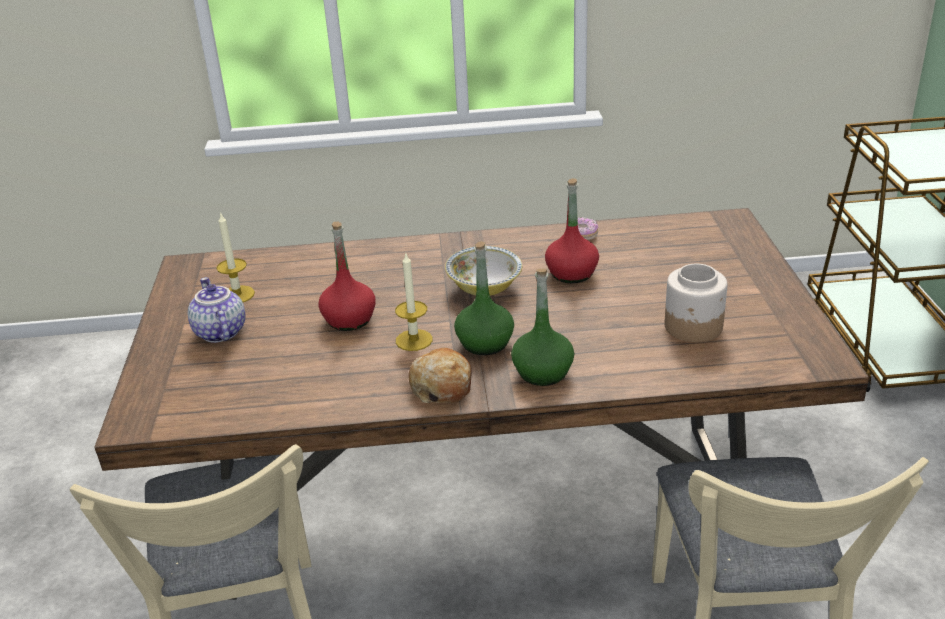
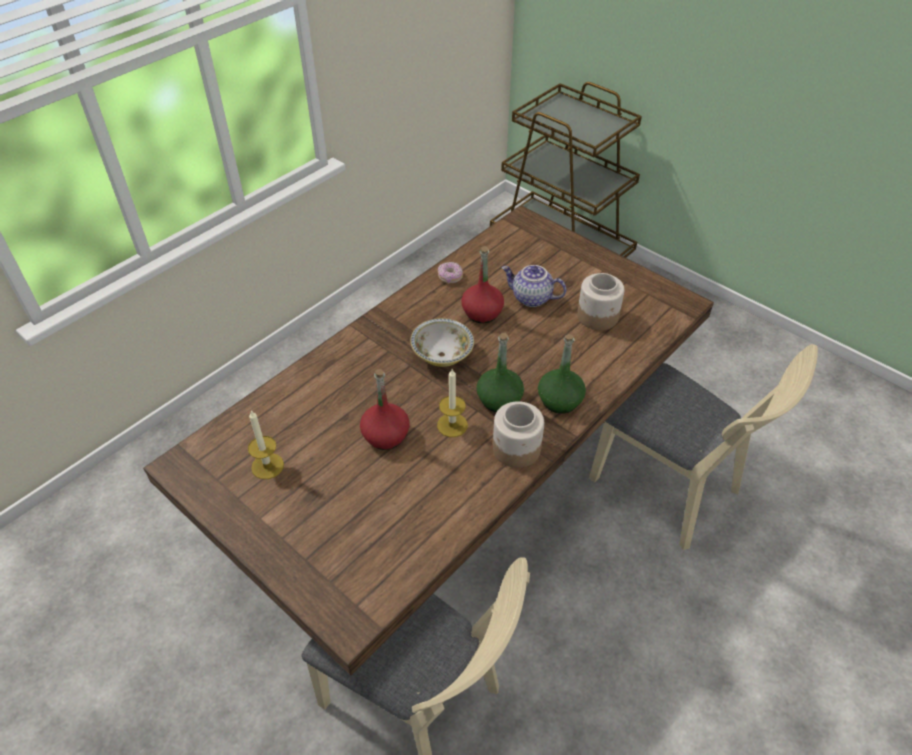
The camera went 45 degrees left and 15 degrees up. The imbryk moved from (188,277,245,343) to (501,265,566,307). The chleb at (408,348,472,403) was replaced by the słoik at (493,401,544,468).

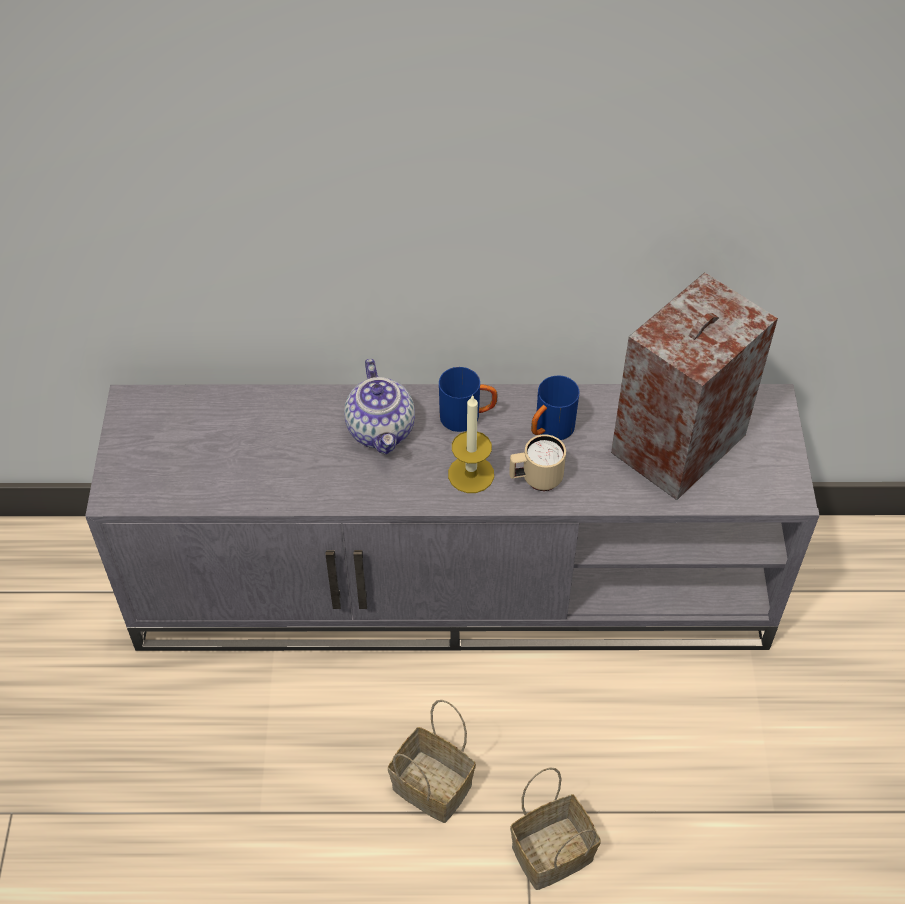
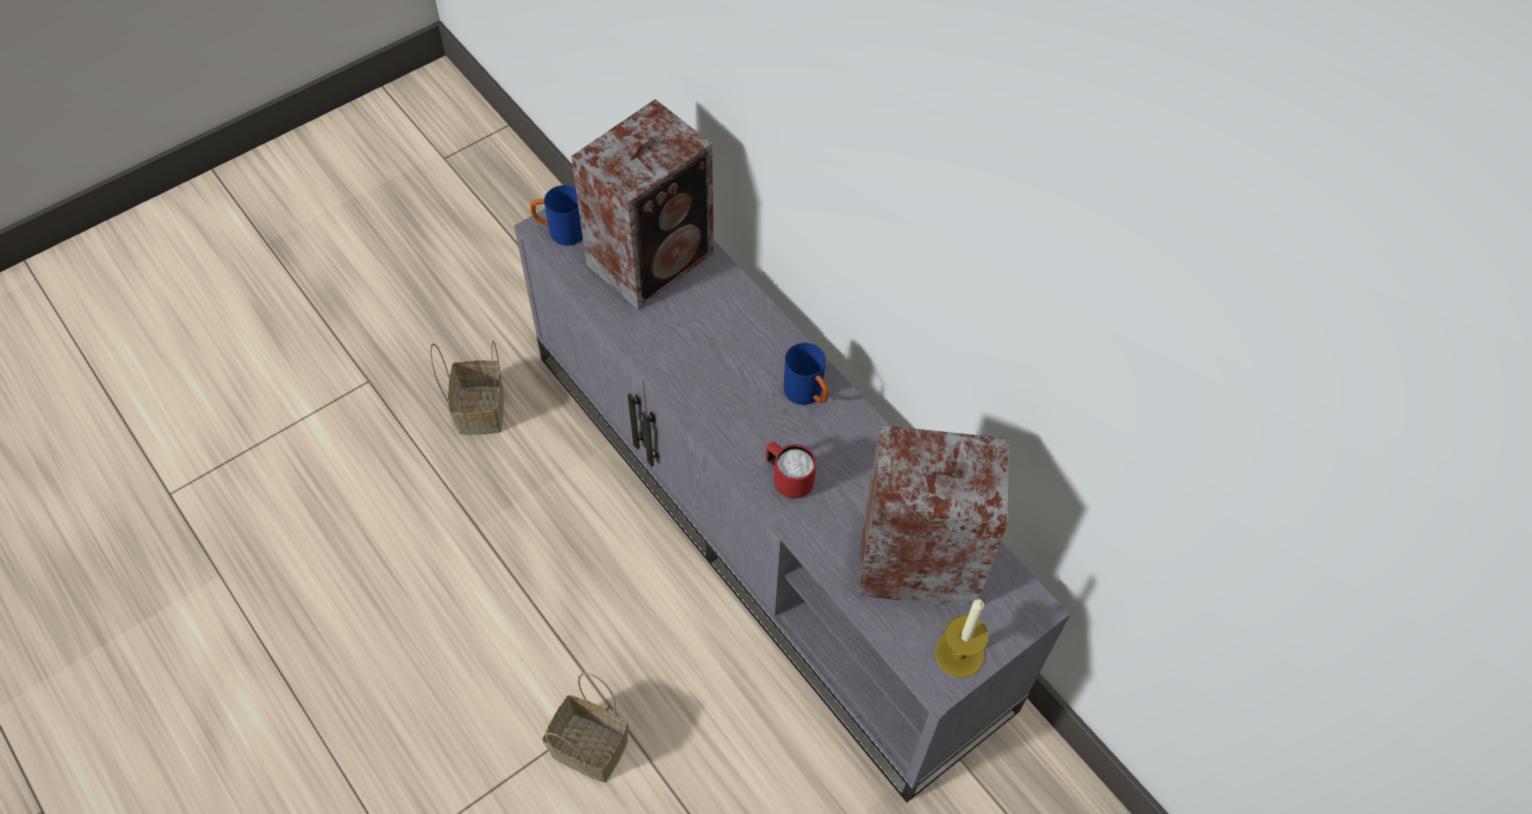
The camera went 50 degrees right and 5 degrees up. The imbryk at (344,359,415,455) disappeared. The koszyk moved from (388,700,476,823) to (430,341,504,435). The świeca moved from (448,395,494,493) to (935,599,988,678). The kubek [beżowy] at (509,434,566,491) became the kubek [czerwony] at (766,442,816,499). The kubek [niebieski] moved from (531,375,579,440) to (530,185,583,246). The głośnik at (571,99,714,310) appeared.

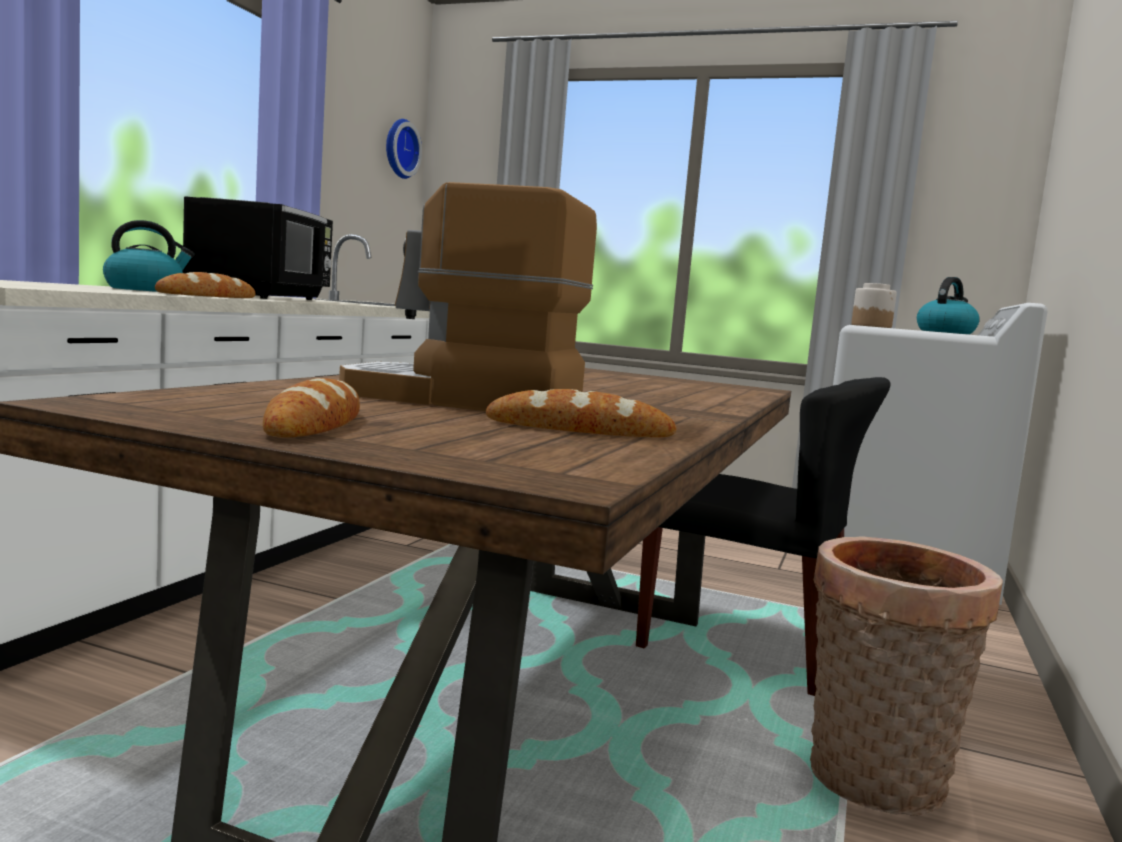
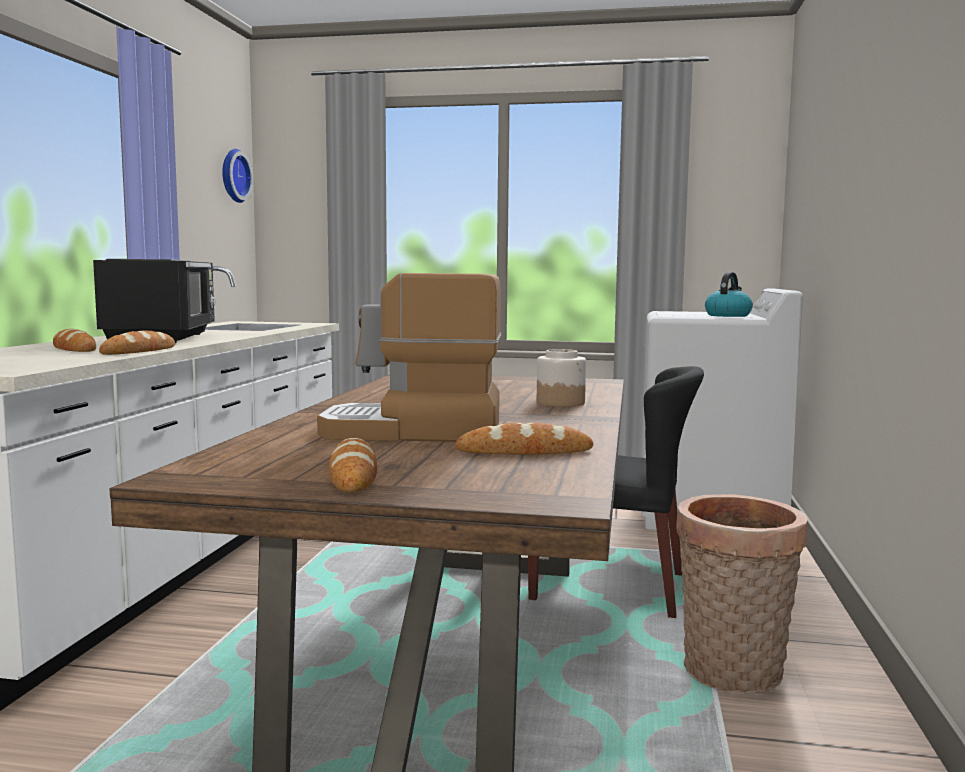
The camera went 10 degrees left and 0 degrees up. The czajnik at (103,220,195,292) was replaced by the chleb at (53,329,96,352). The słoik moved from (851,283,897,328) to (537,349,586,407).

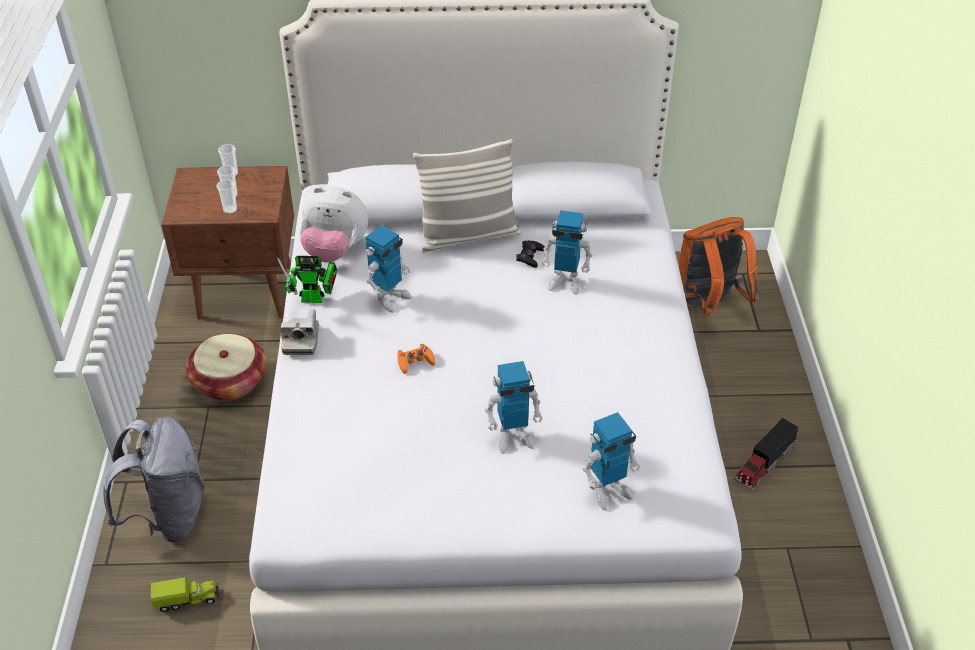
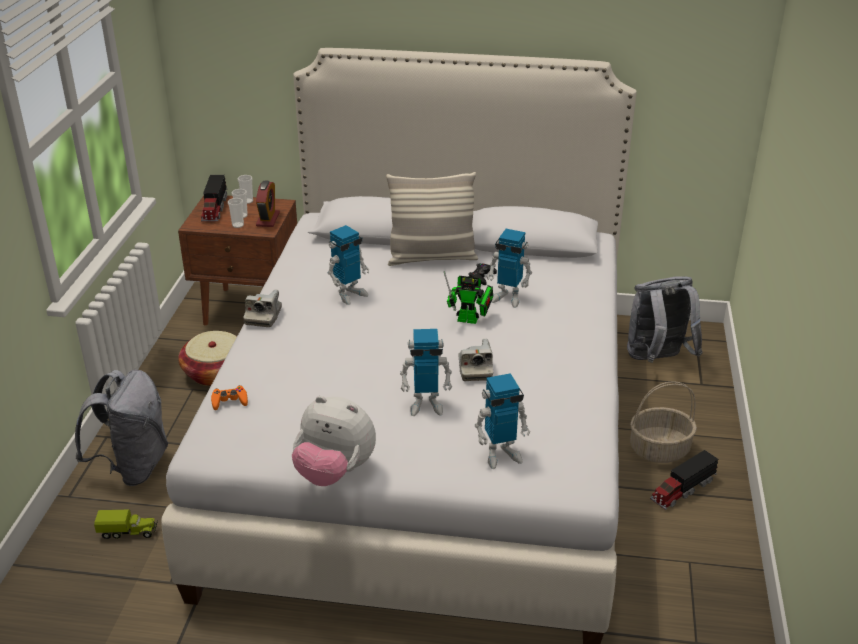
The camera went 10 degrees right and 10 degrees down. The robot zabawkowy moved from (277,256,338,303) to (444,271,493,324). The pluszak moved from (300,186,368,263) to (292,396,376,486). The pad do gier [pomarańczowy] moved from (397,344,435,374) to (211,385,248,410). The plecak [pomarańczowy] at (678,217,759,317) became the plecak [szary] at (627,276,703,363). The ciężarówka zabawkowa at (201,175,227,222) appeared. The budzik at (256,181,280,227) appeared. The aparat fotograficzny at (459,339,493,381) appeared. The koszyk at (630,381,697,463) appeared.

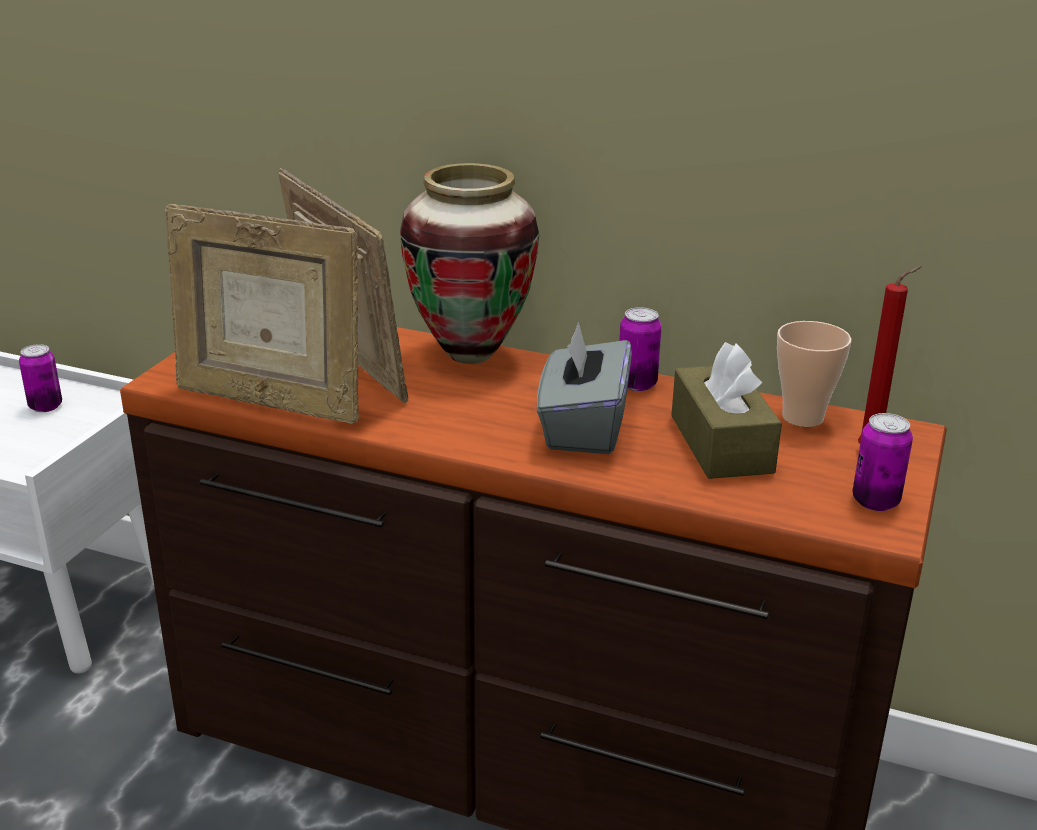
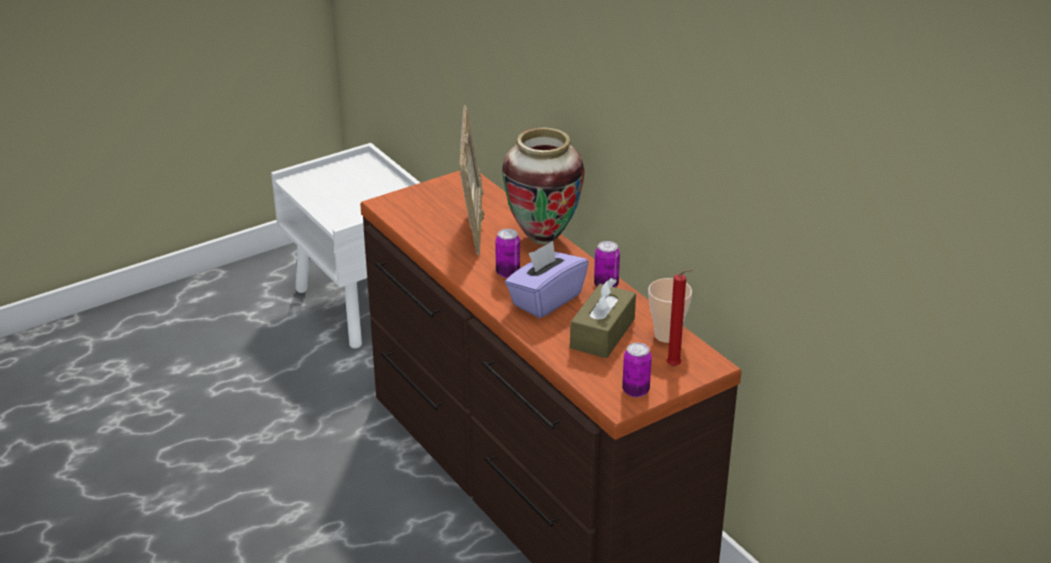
The camera went 35 degrees right and 5 degrees up. The puszka moved from (19,344,62,412) to (495,229,520,278). The ramka na zdjęcie at (165,204,359,423) disappeared. The pudełko chusteczek [szary] at (537,322,632,454) became the pudełko chusteczek [fioletowy] at (505,241,589,318).

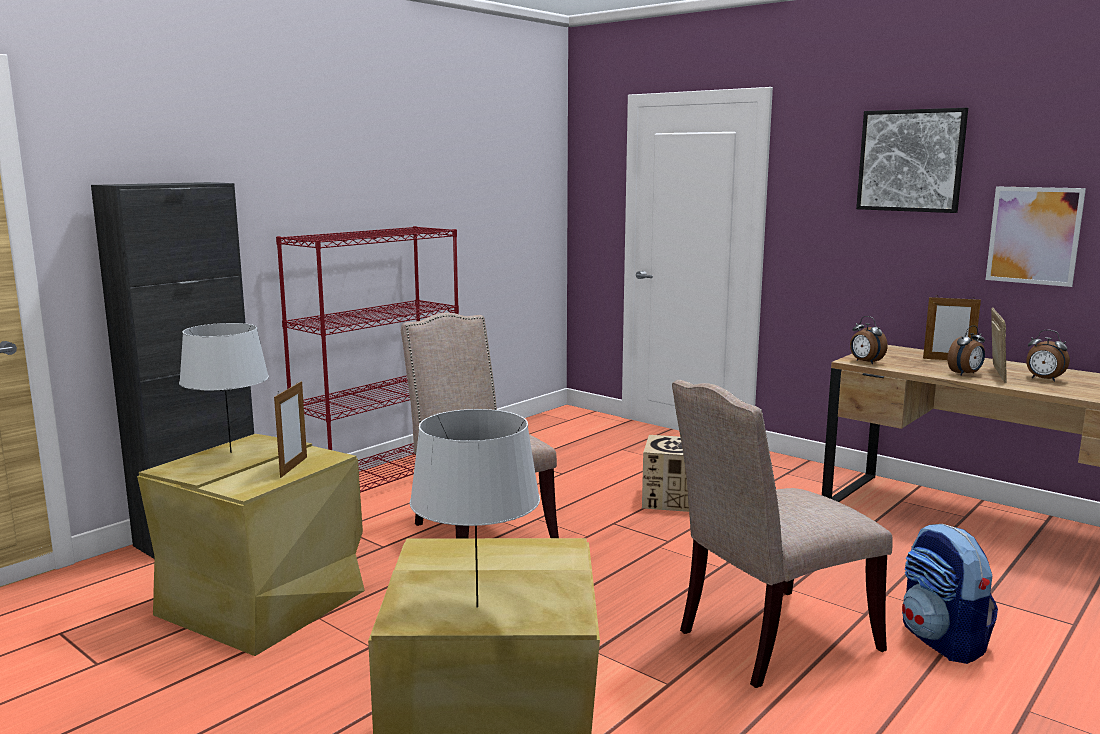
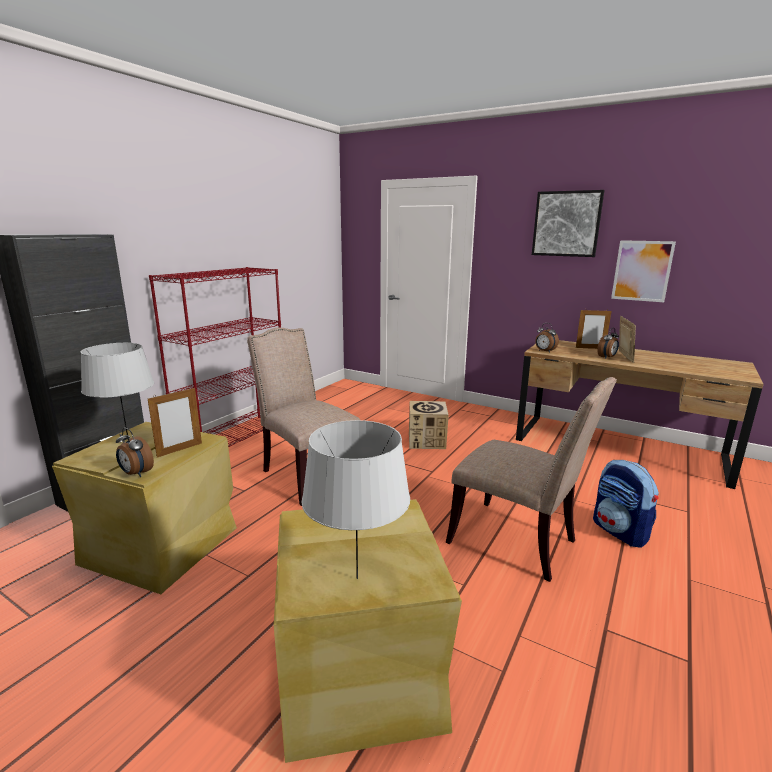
The camera went 10 degrees left and 5 degrees up. The ramka na zdjęcie at (274,381,307,478) turned 45 degrees clockwise. The krzesło [beżowy] at (672,380,893,688) turned 105 degrees counterclockwise. The budzik moved from (1026,330,1070,382) to (116,428,154,477).

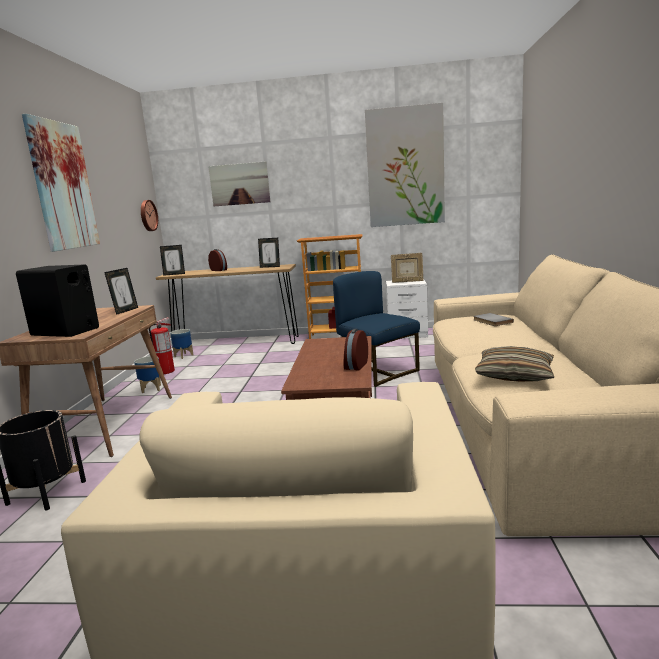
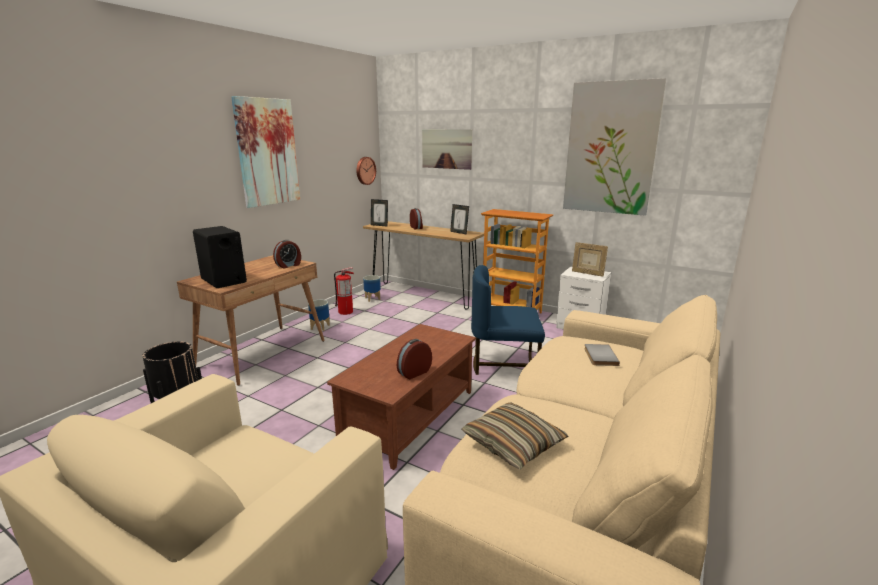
The camera went 25 degrees right and 5 degrees up. The ramka na zdjęcie at (104,268,138,315) was replaced by the budzik at (273,240,301,268). The krzesło [niebieski] at (333,271,420,387) turned 75 degrees counterclockwise.

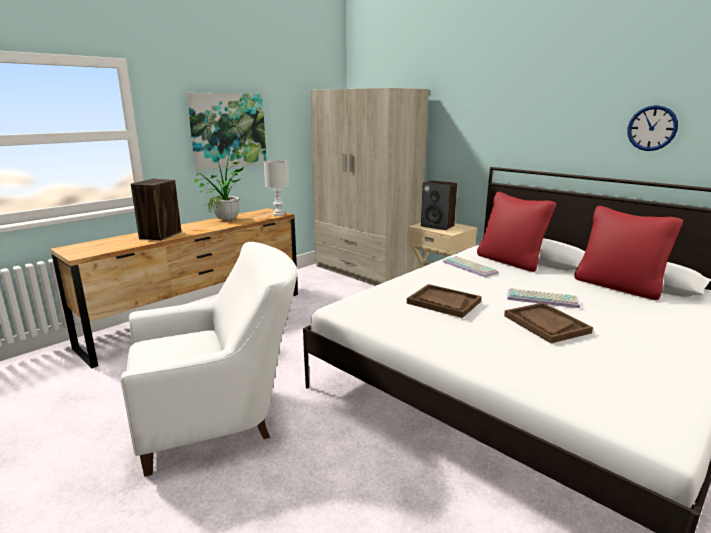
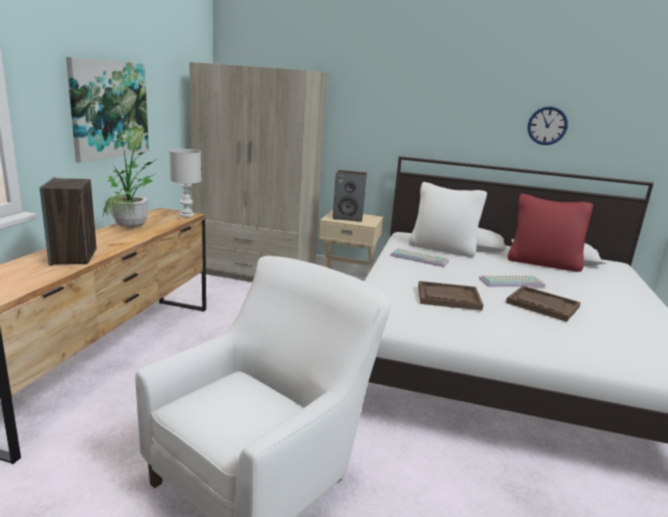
The camera went 30 degrees left and 0 degrees up. The poduszka [czerwony] at (477,192,557,272) became the poduszka [biały] at (409,182,487,257).

